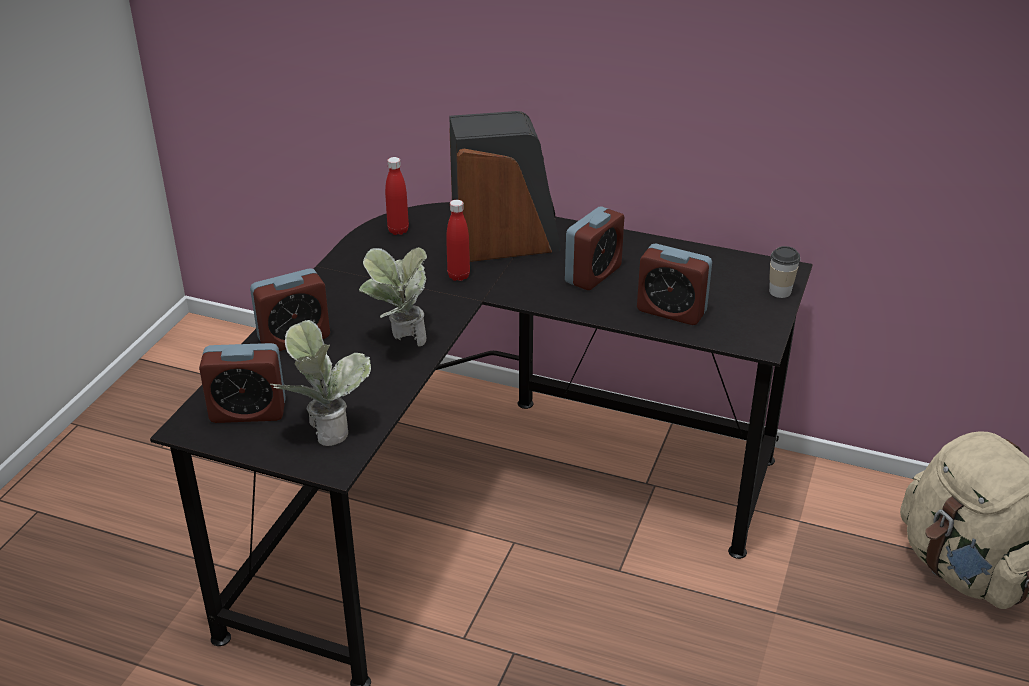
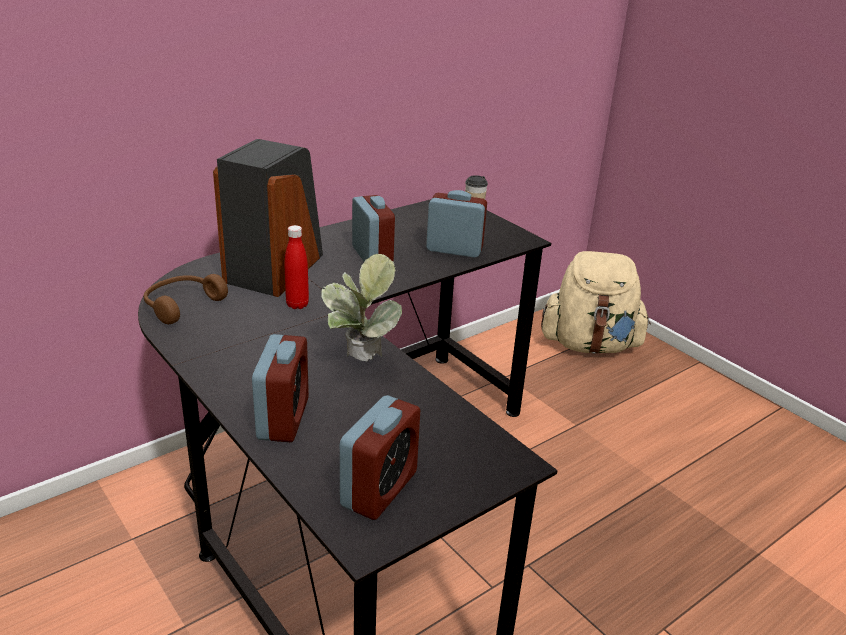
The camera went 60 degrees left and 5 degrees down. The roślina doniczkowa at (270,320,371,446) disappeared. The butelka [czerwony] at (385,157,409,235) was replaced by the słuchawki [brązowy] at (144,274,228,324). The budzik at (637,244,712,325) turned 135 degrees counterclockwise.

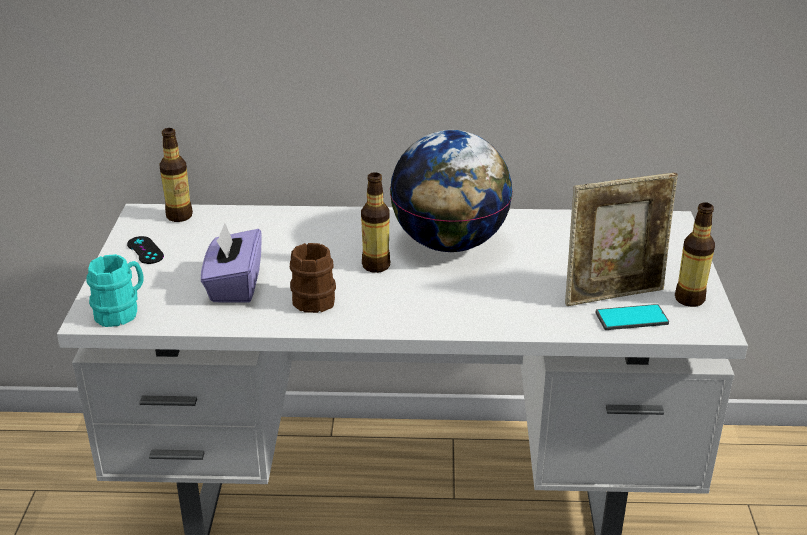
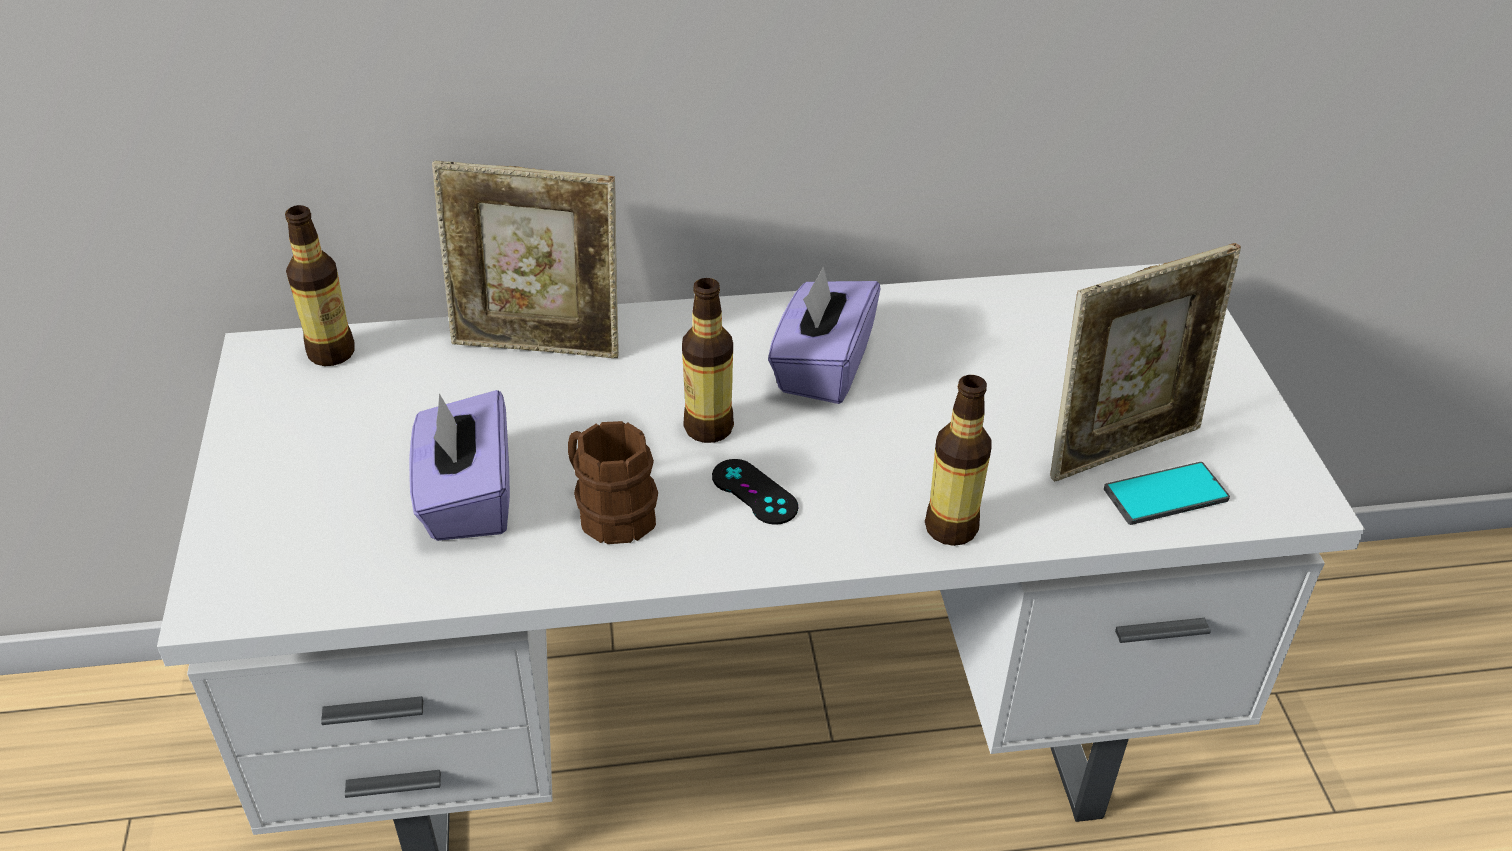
The camera went 10 degrees left and 10 degrees up. The kubek [turkusowy] at (87,254,143,327) disappeared. The pad do gier [czarny] moved from (127,236,164,264) to (712,459,798,525). The globus at (390,130,513,252) was replaced by the pudełko chusteczek [fioletowy] at (768,267,881,404). The butelka moved from (675,202,715,307) to (925,375,992,546). The ramka na zdjęcie at (432,160,619,358) appeared.

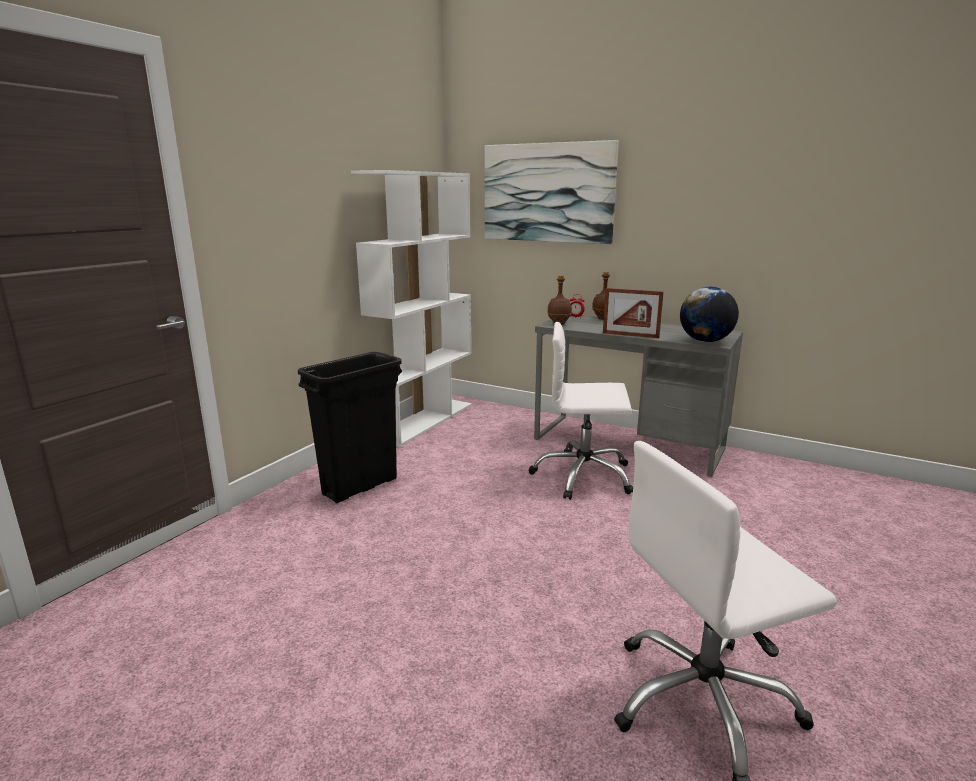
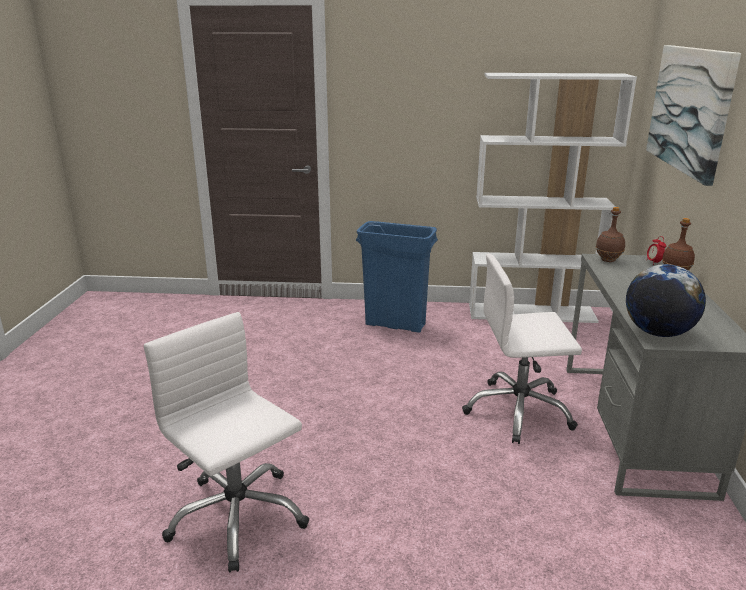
The camera went 65 degrees right and 5 degrees up. The kosz na śmieci [czarny] at (298,352,402,503) became the kosz na śmieci [niebieski] at (356,221,438,333). The krzesło biurowe [biały] at (529,322,633,500) turned 75 degrees counterclockwise. The ramka na zdjęcie at (603,288,664,338) disappeared.

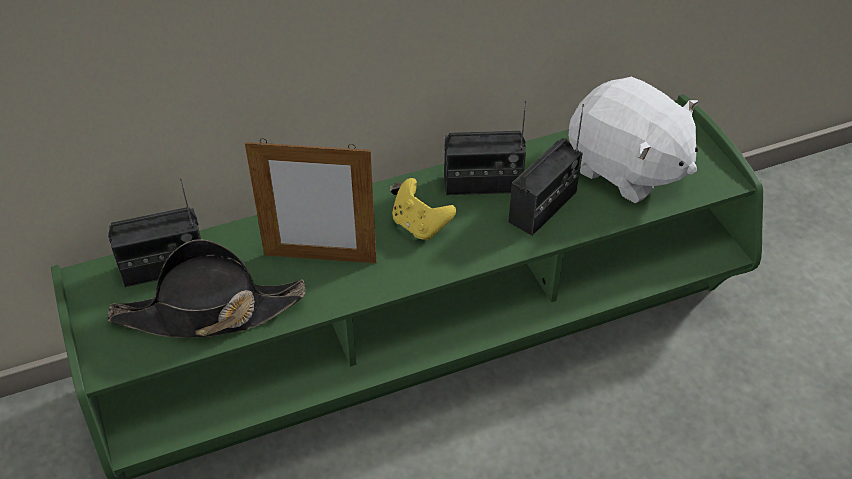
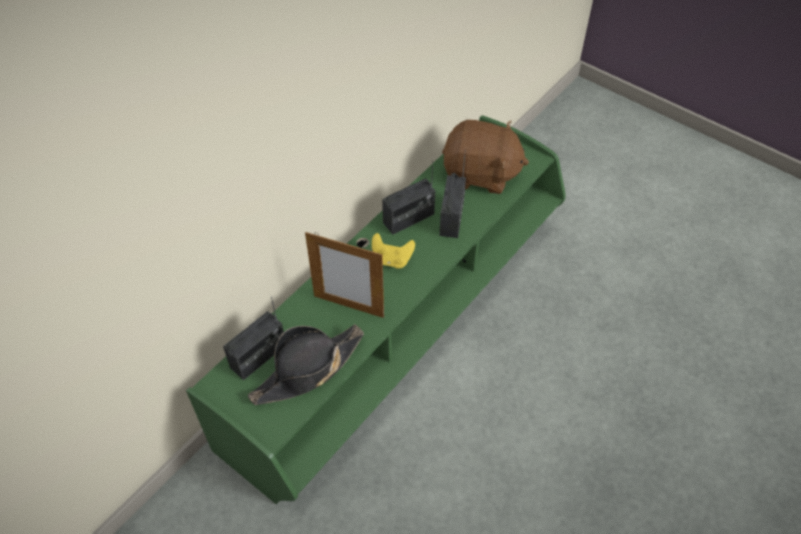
The camera went 30 degrees left and 5 degrees up. The ramka na zdjęcie at (245,138,377,263) turned 45 degrees clockwise. The pluszak [biały] at (568,77,698,203) became the pluszak [brązowy] at (442,120,529,194).

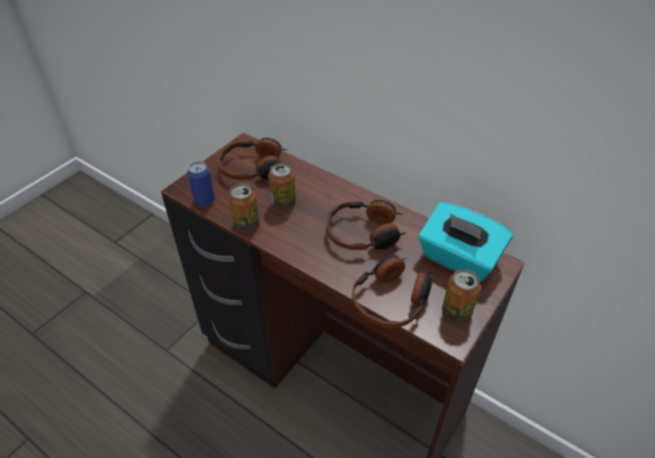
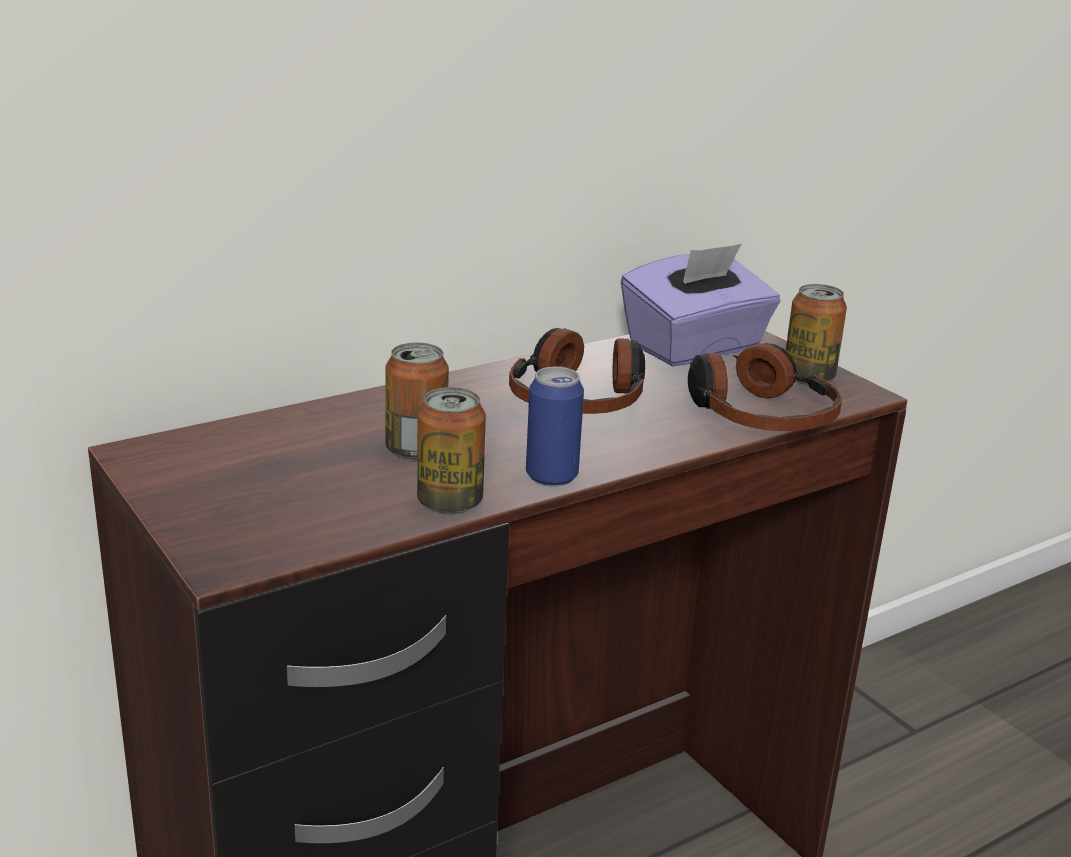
The camera went 70 degrees left and 20 degrees down. The puszka moved from (187,161,215,206) to (526,367,584,486). The słuchawki at (218,138,286,180) disappeared. The pudełko chusteczek [turkusowy] at (419,202,513,282) became the pudełko chusteczek [fioletowy] at (621,244,780,366).

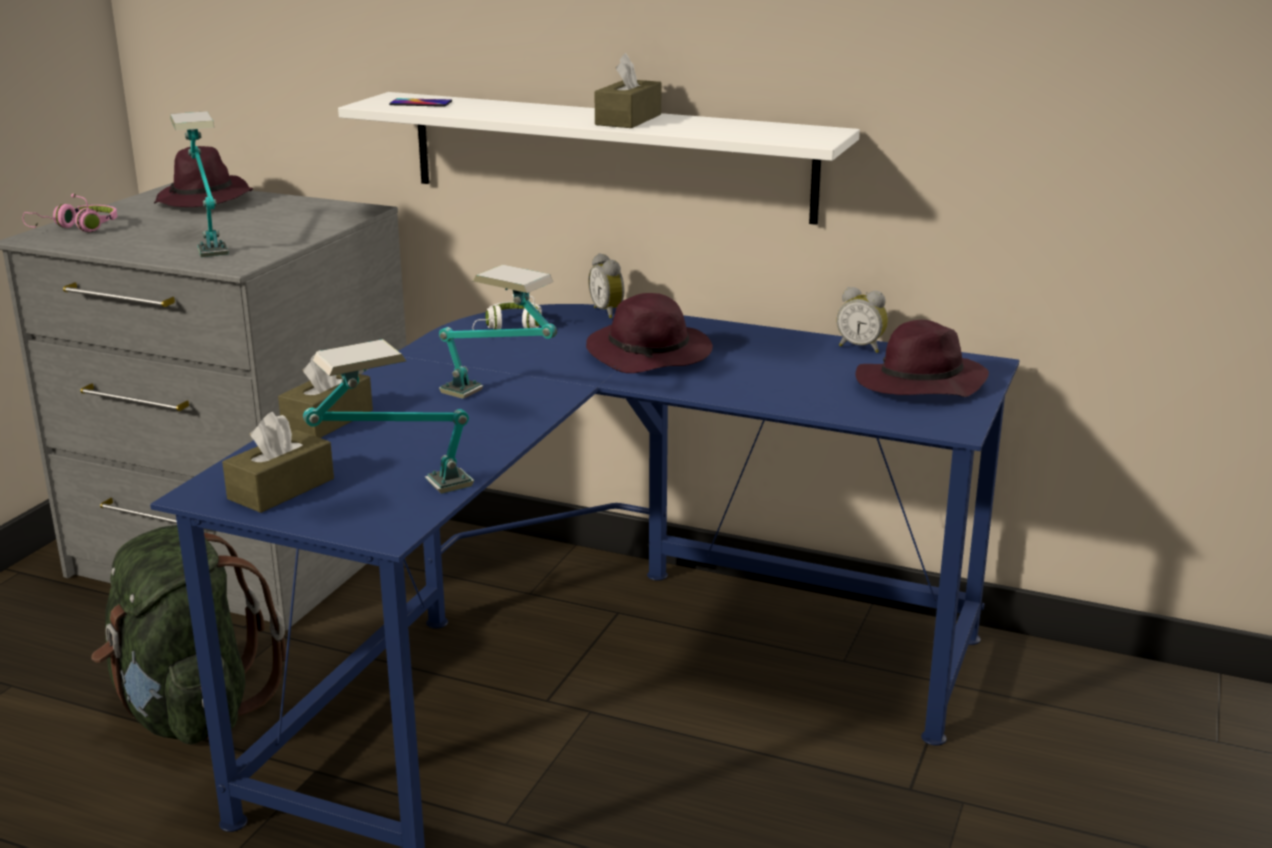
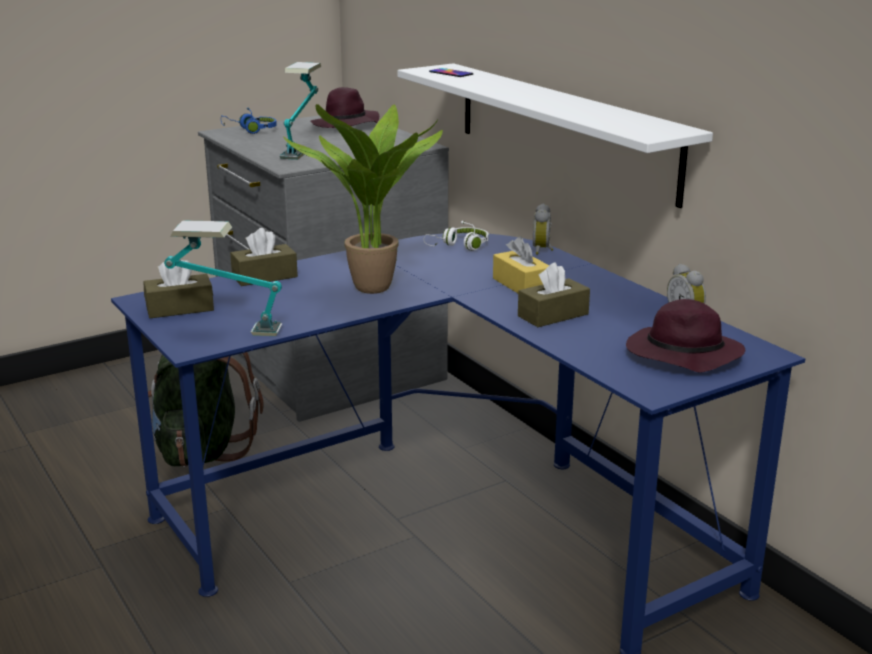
The camera went 35 degrees right and 0 degrees up. The słuchawki [różowy] at (23,194,117,232) became the słuchawki [niebieski] at (221,107,277,134). The lampa stołowa at (439,264,557,399) was replaced by the roślina doniczkowa at (283,104,443,294). The kapelusz [fioletowy] at (586,293,713,373) was replaced by the pudełko chusteczek [żółty] at (493,236,549,293). The pudełko chusteczek [brązowy] moved from (595,53,661,128) to (518,262,590,327).

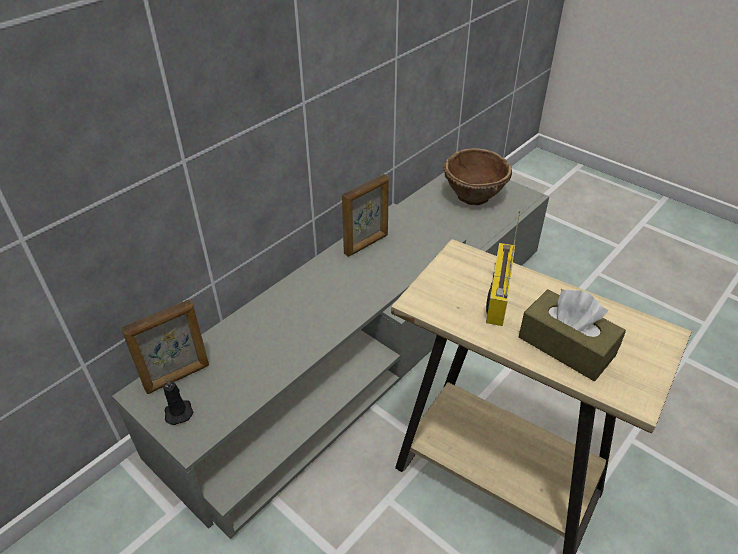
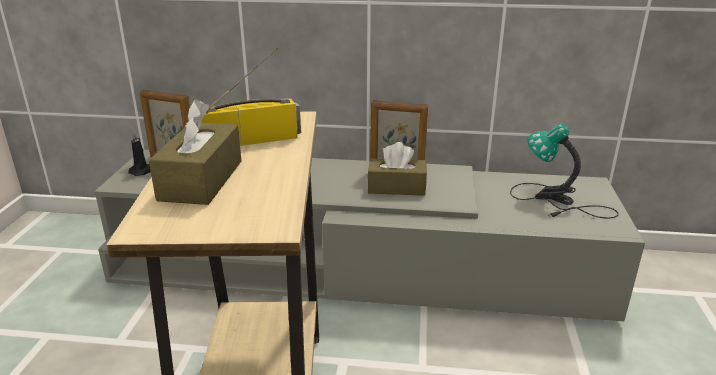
The camera went 55 degrees right and 15 degrees down. The miska [brązowy] at (443,148,512,205) was replaced by the lampa stołowa at (510,123,619,219). The pudełko chusteczek [brązowy] at (367,142,427,196) appeared.

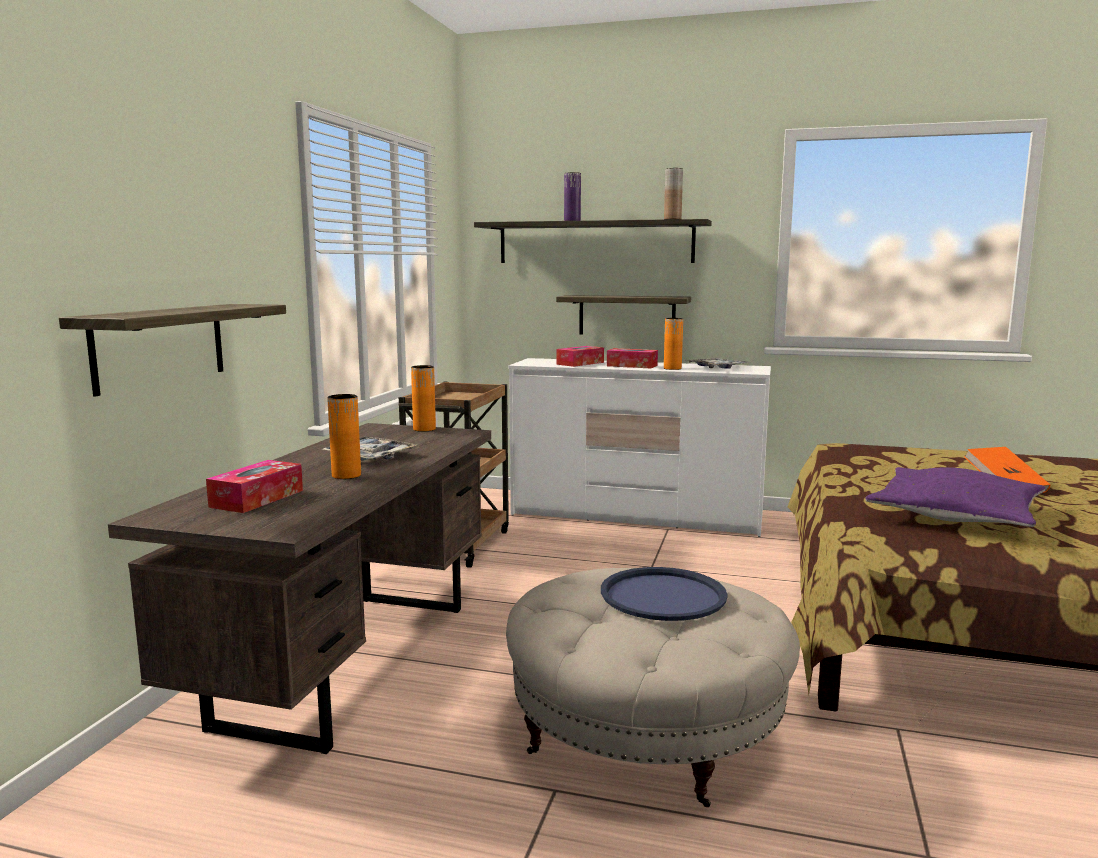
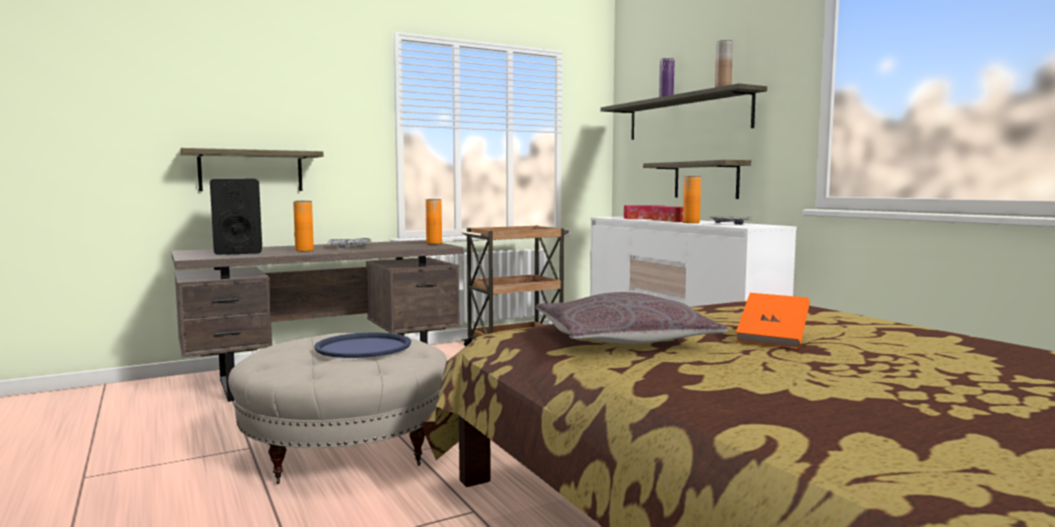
The camera went 45 degrees right and 5 degrees down. The pudełko chusteczek at (206,460,303,513) was replaced by the głośnik [czarny] at (210,179,262,255). The poduszka [fioletowy] at (865,467,1045,527) became the poduszka [szary] at (536,292,728,344).

